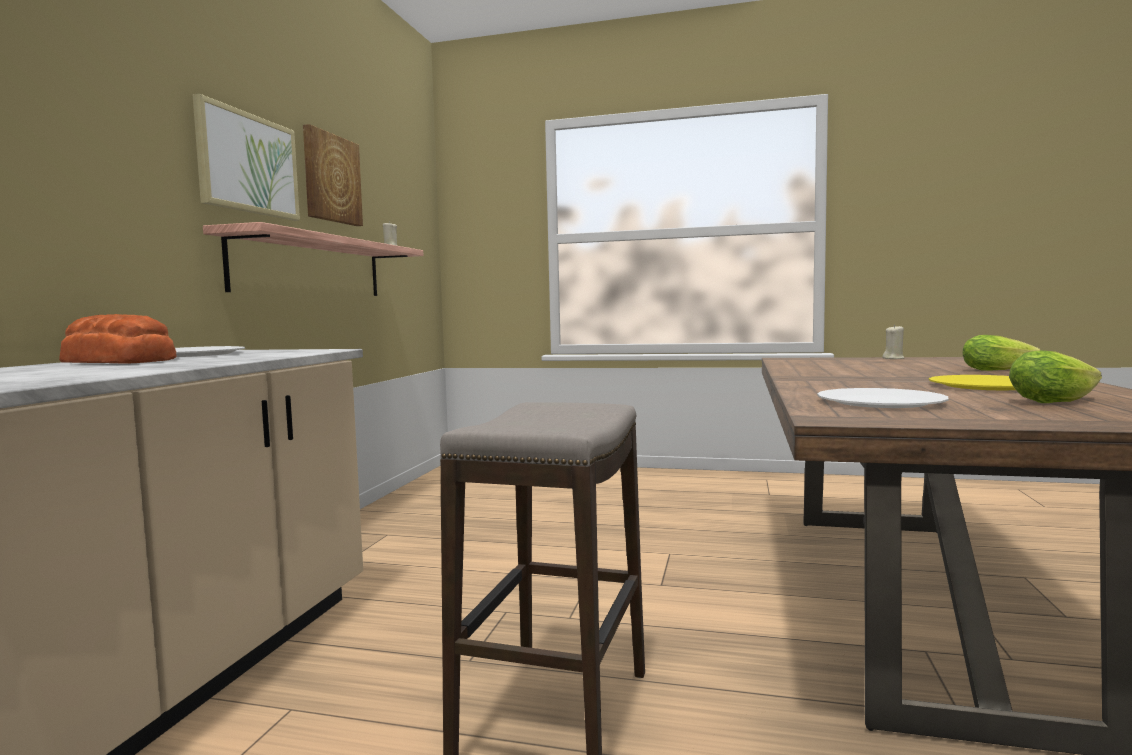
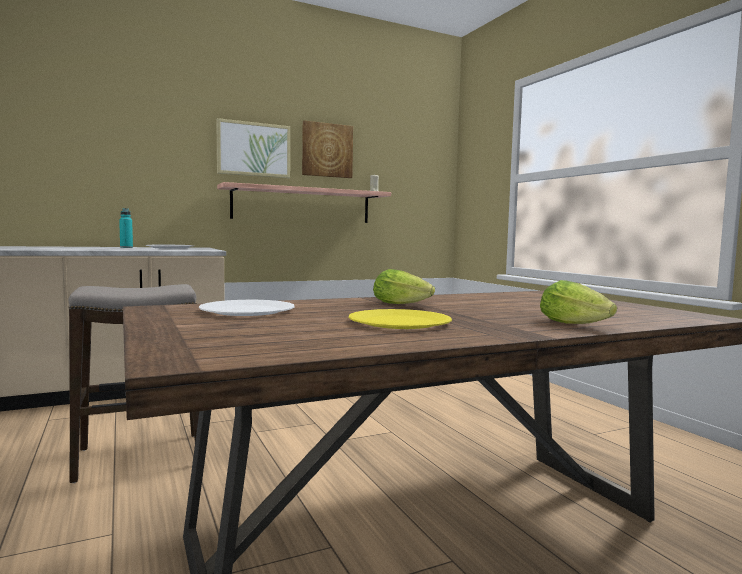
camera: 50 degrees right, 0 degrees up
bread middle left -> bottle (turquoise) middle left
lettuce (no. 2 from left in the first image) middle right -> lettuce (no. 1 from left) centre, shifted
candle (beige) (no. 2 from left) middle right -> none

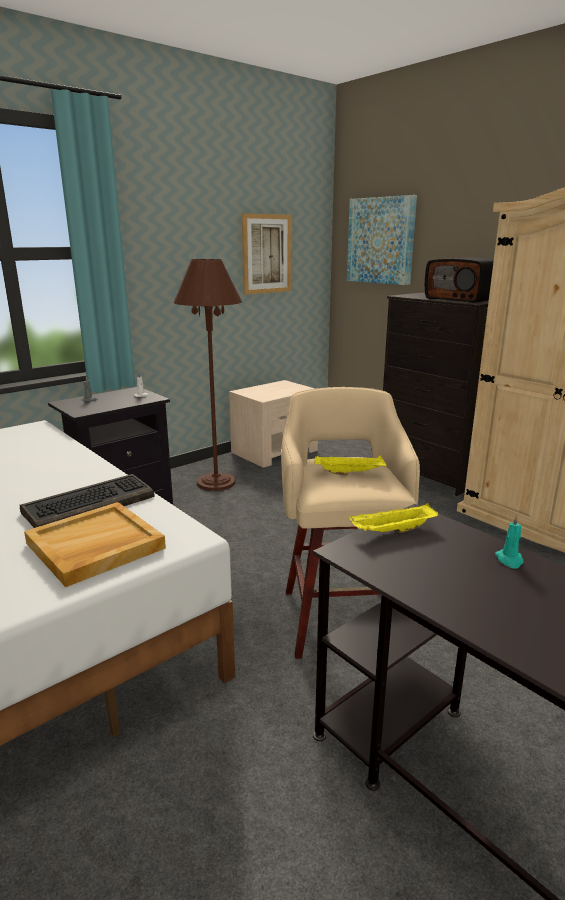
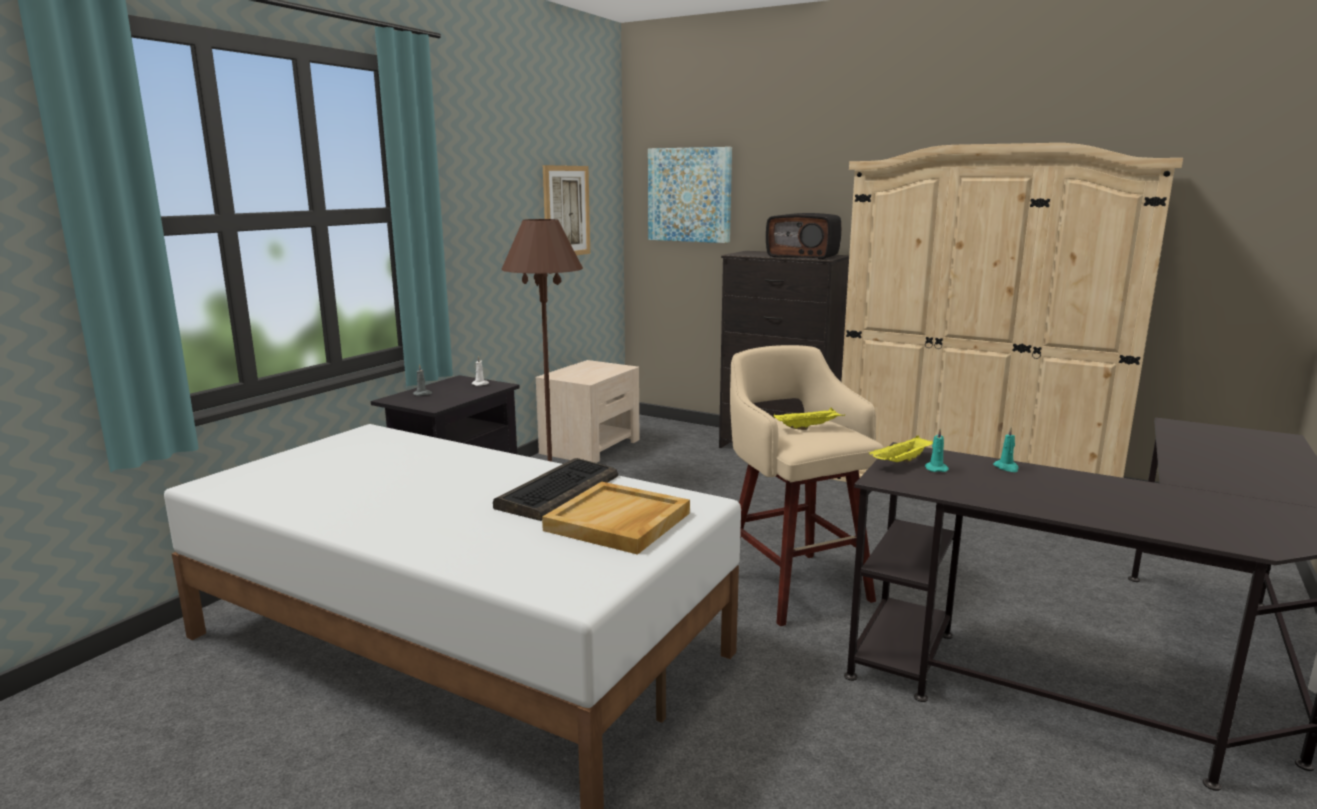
camera: 20 degrees left, 5 degrees down
none -> candle (turquoise) (no. 1 from left) middle right

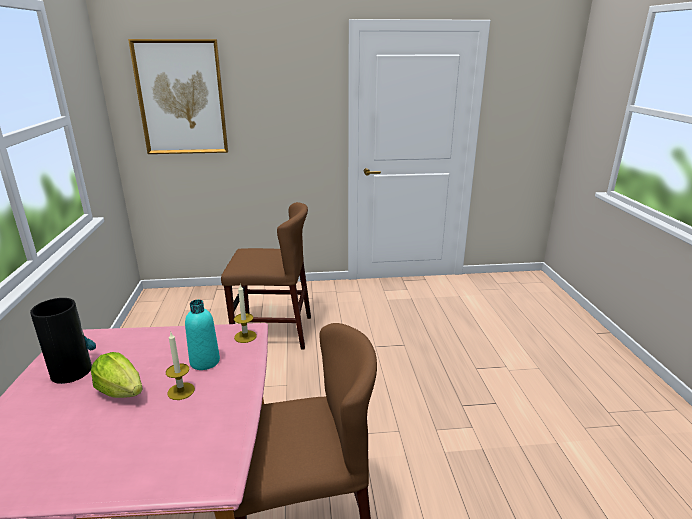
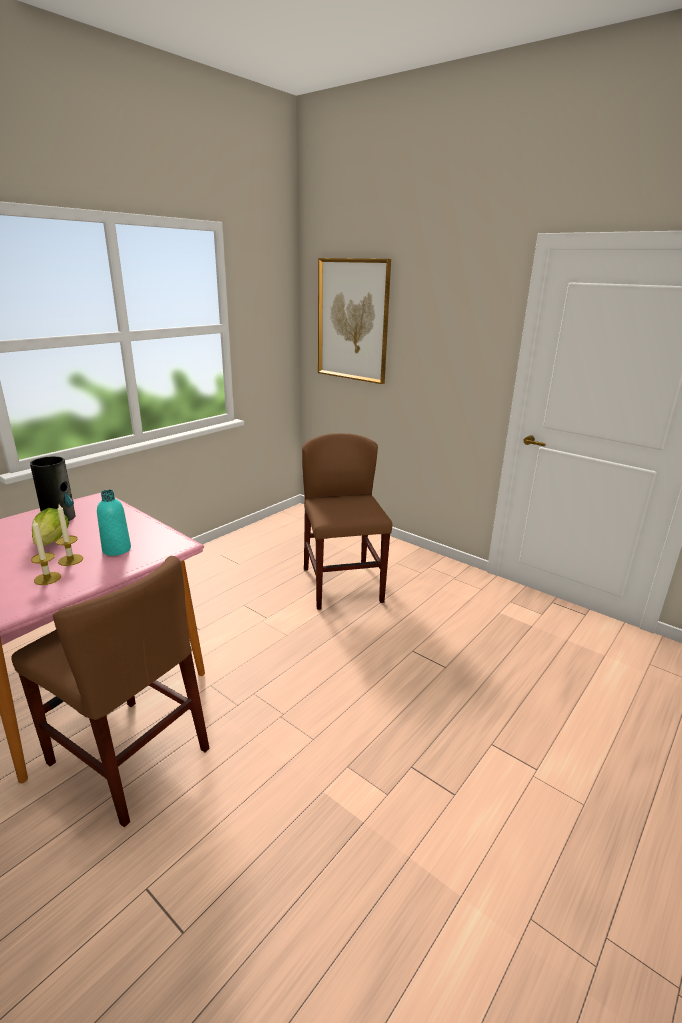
camera: 45 degrees right, 0 degrees up
candle (no. 2 from left in the first image) centre -> candle (no. 1 from left) middle left, shifted
chair (brown) (no. 1 from left in the first image) centre -> chair (brown) (no. 2 from left) centre, 150 degrees counterclockwise

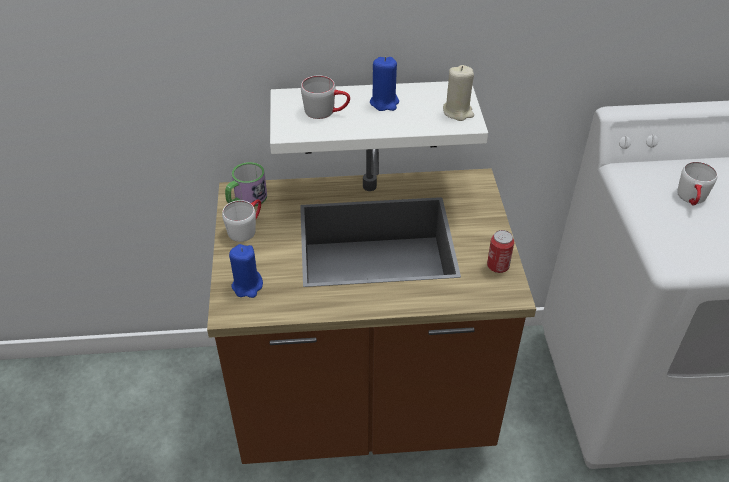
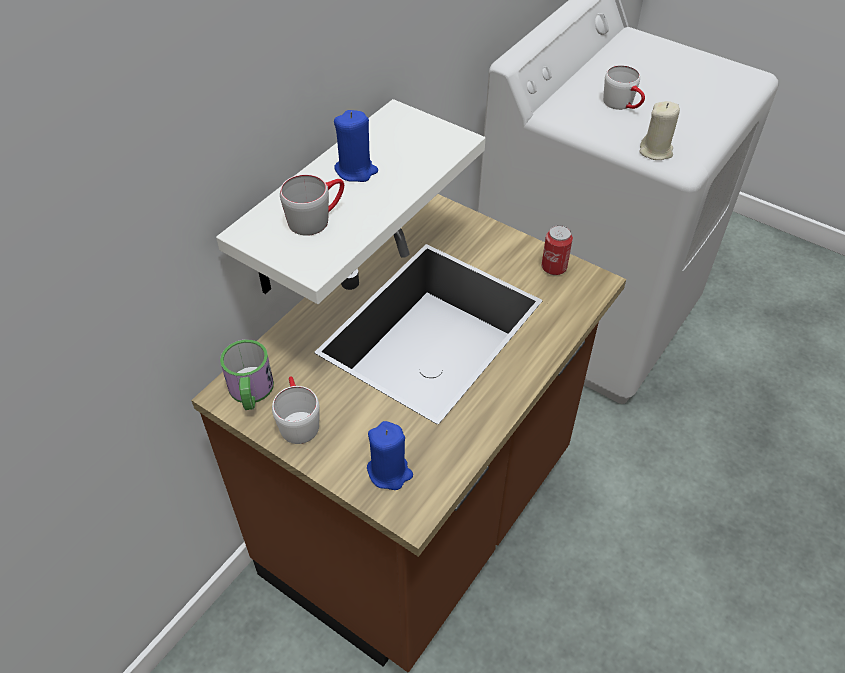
camera: 50 degrees left, 5 degrees up
candle (beige) top centre -> candle (beige) top right, shifted

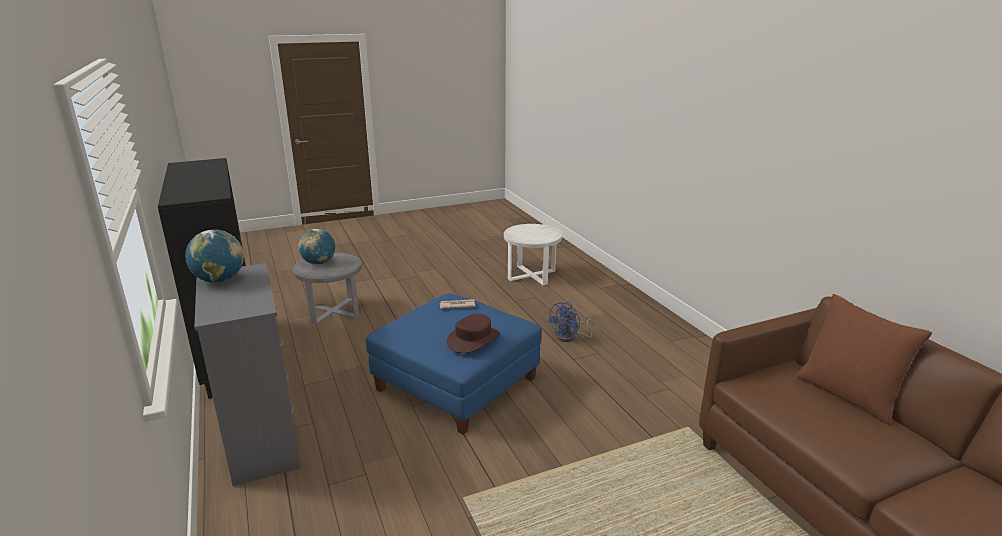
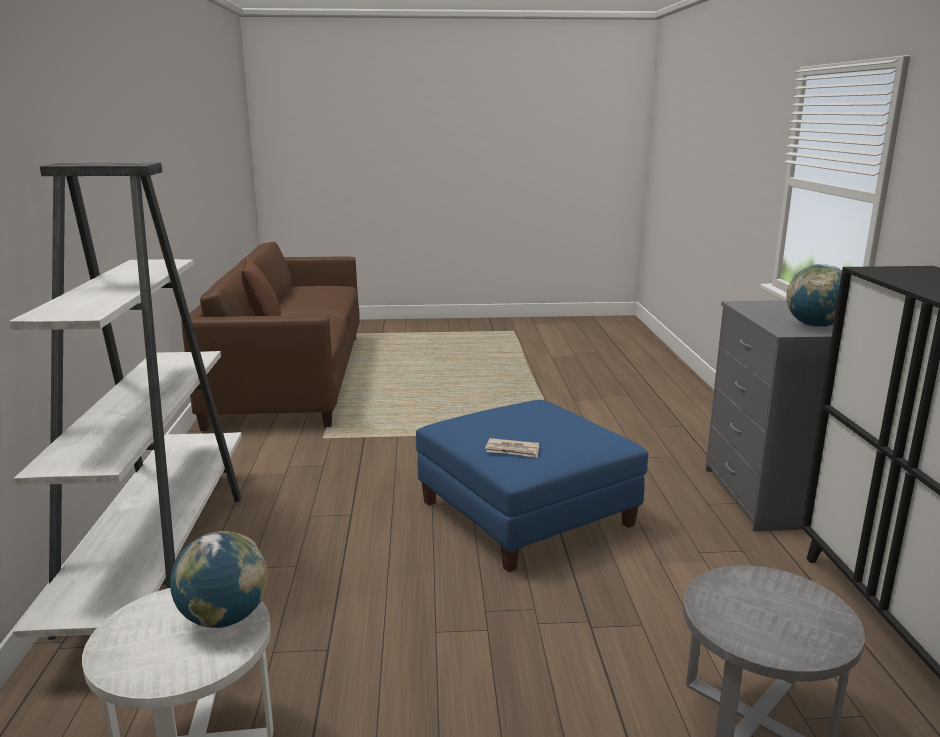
camera: 160 degrees left, 5 degrees down
none -> bookcase (white) middle left
globe (no. 2 from left in the first image) middle left -> globe (no. 1 from left) bottom left, shifted
hat (brown) centre -> none
fan (blue) centre -> none

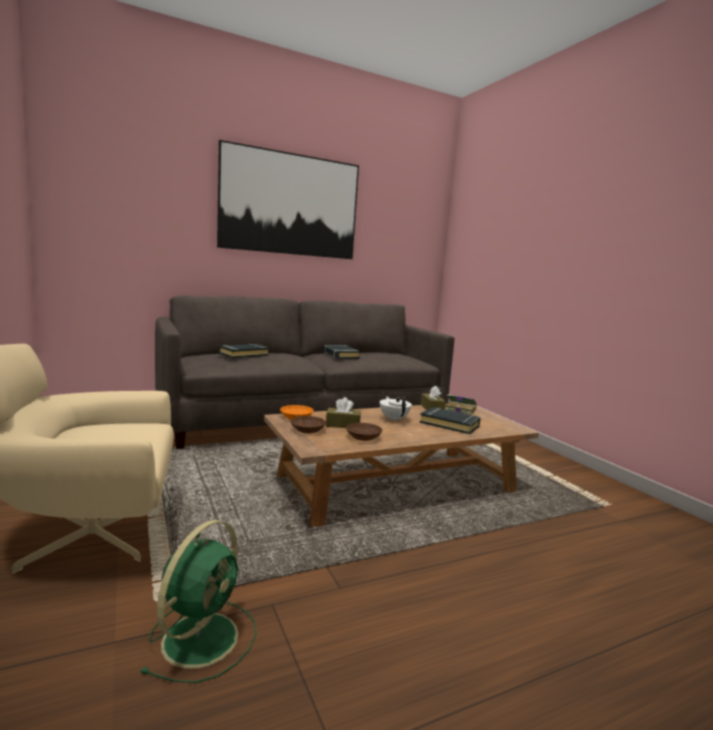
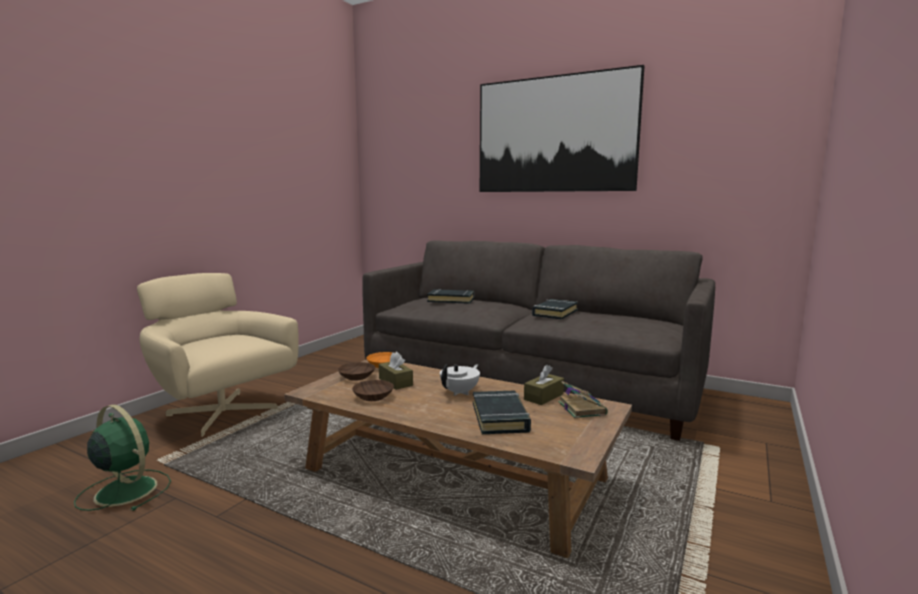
camera: 55 degrees right, 0 degrees up
fan (green) bottom left, 135 degrees counterclockwise

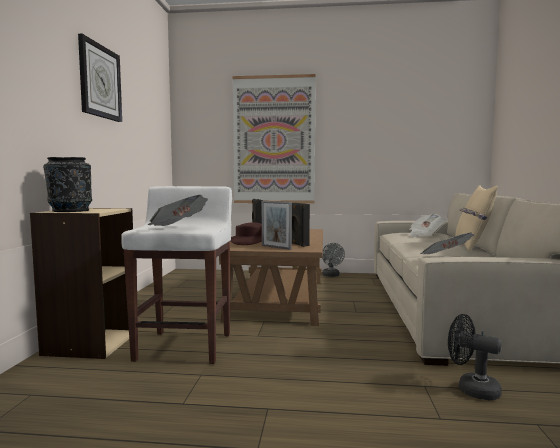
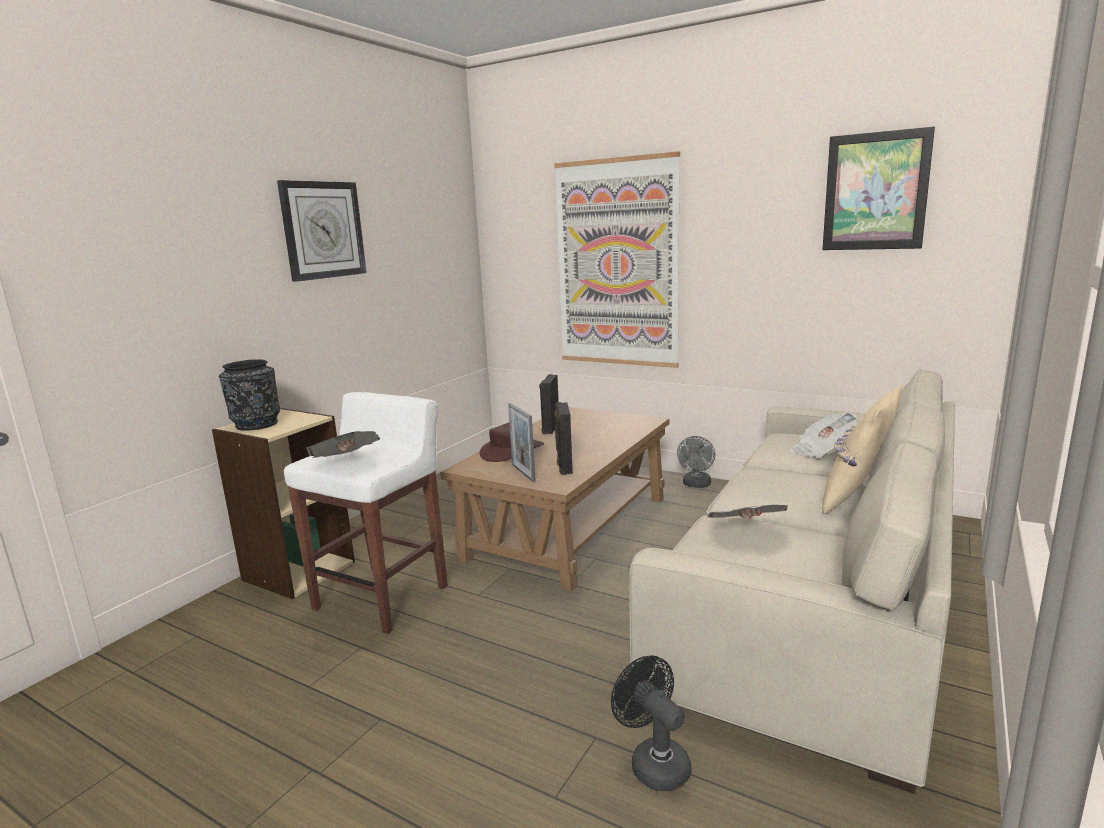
camera: 25 degrees right, 10 degrees up
none -> picture (no. 2 from left) top right

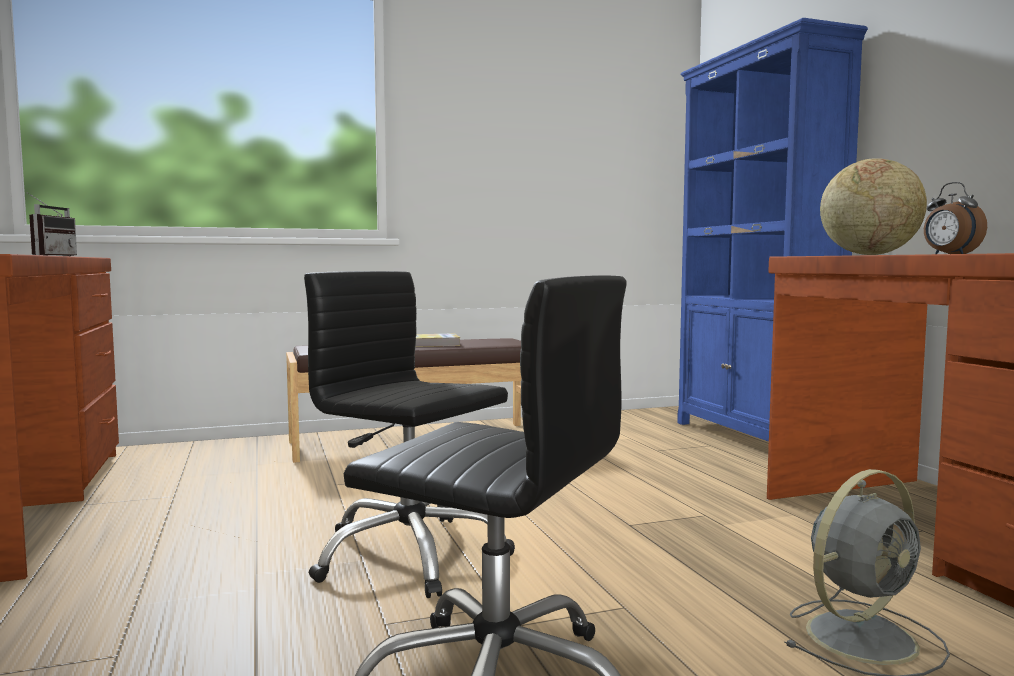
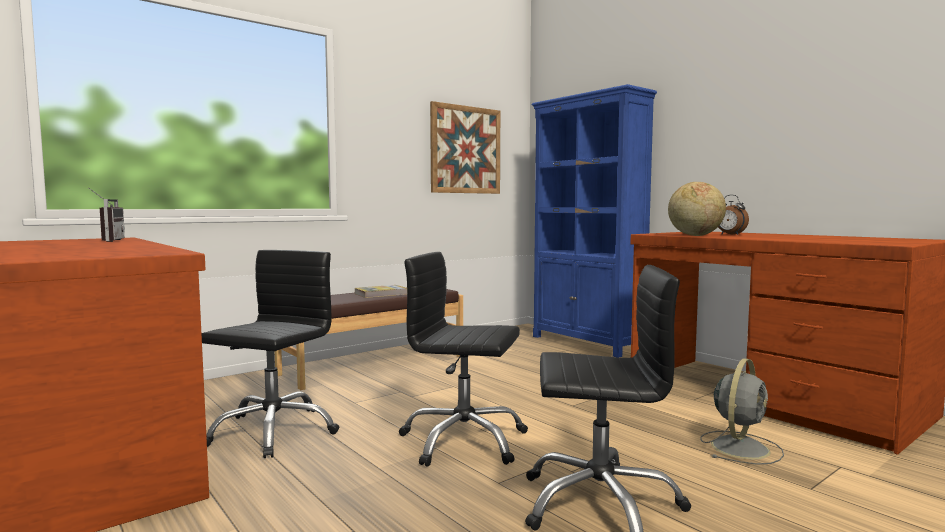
camera: 20 degrees left, 0 degrees up
none -> office chair (black) (no. 1 from left) middle left
none -> picture top centre

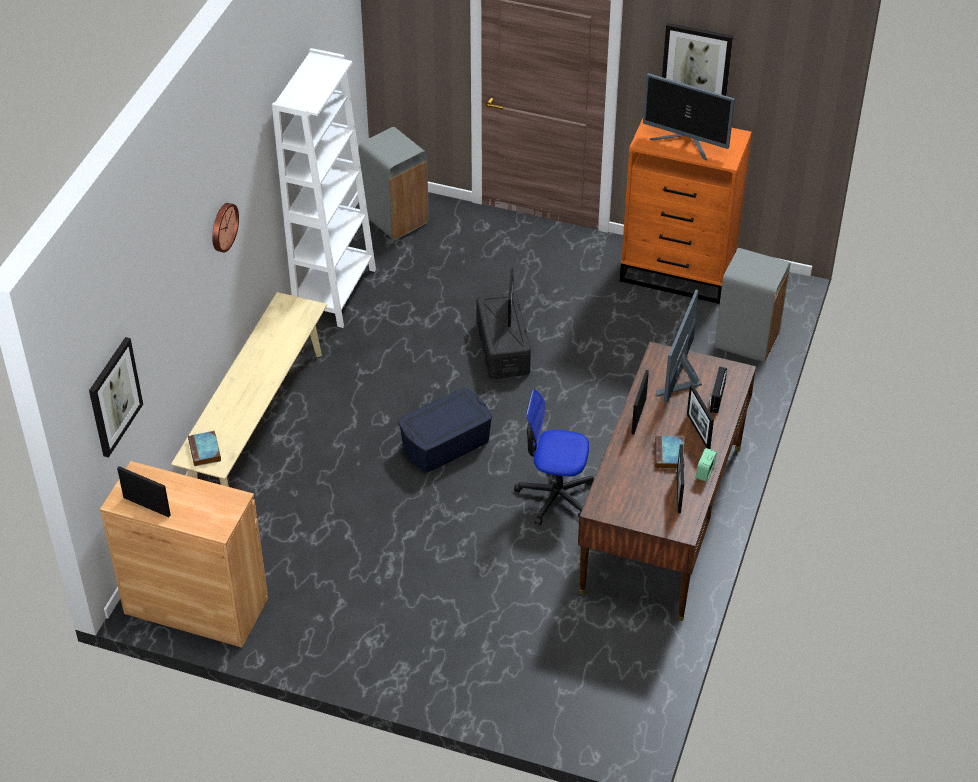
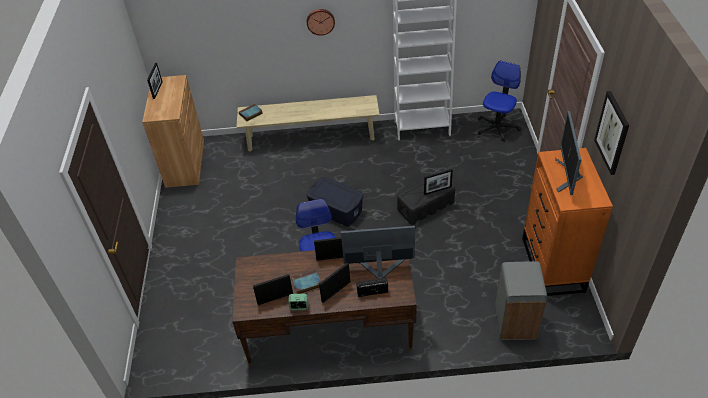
camera: 70 degrees right, 0 degrees up
trash can (grey) (no. 1 from left) top centre -> office chair (no. 2 from left) top right
picture (no. 1 from left) middle left -> none

